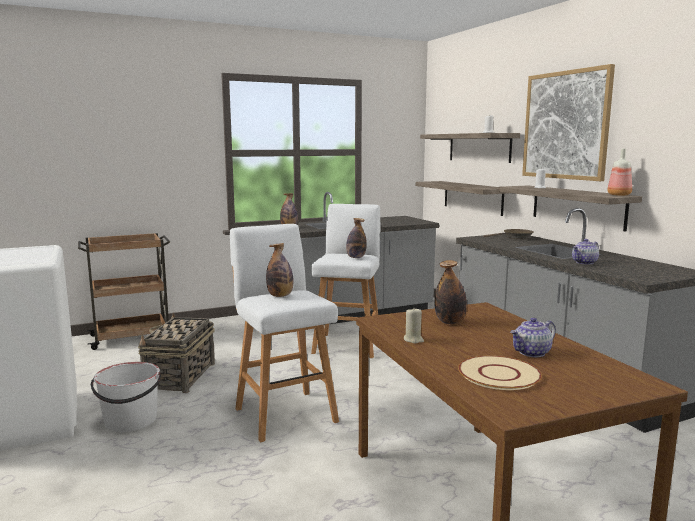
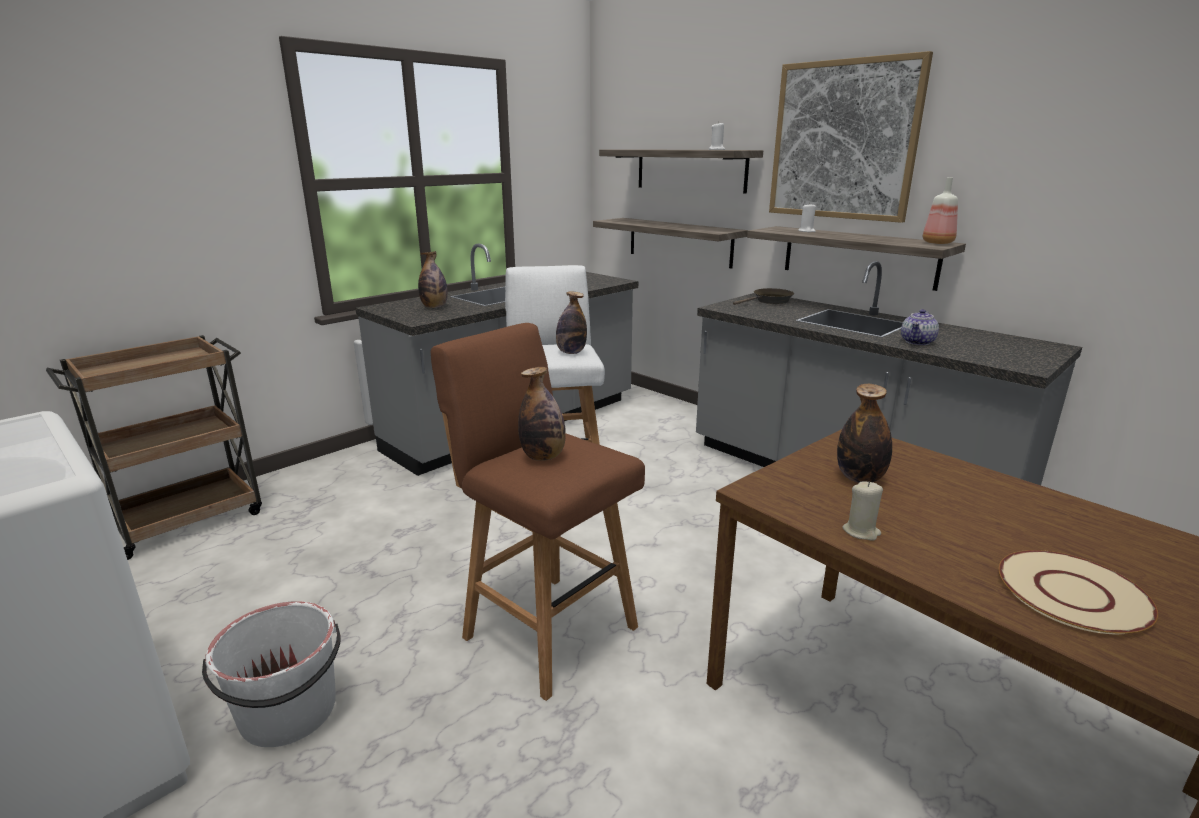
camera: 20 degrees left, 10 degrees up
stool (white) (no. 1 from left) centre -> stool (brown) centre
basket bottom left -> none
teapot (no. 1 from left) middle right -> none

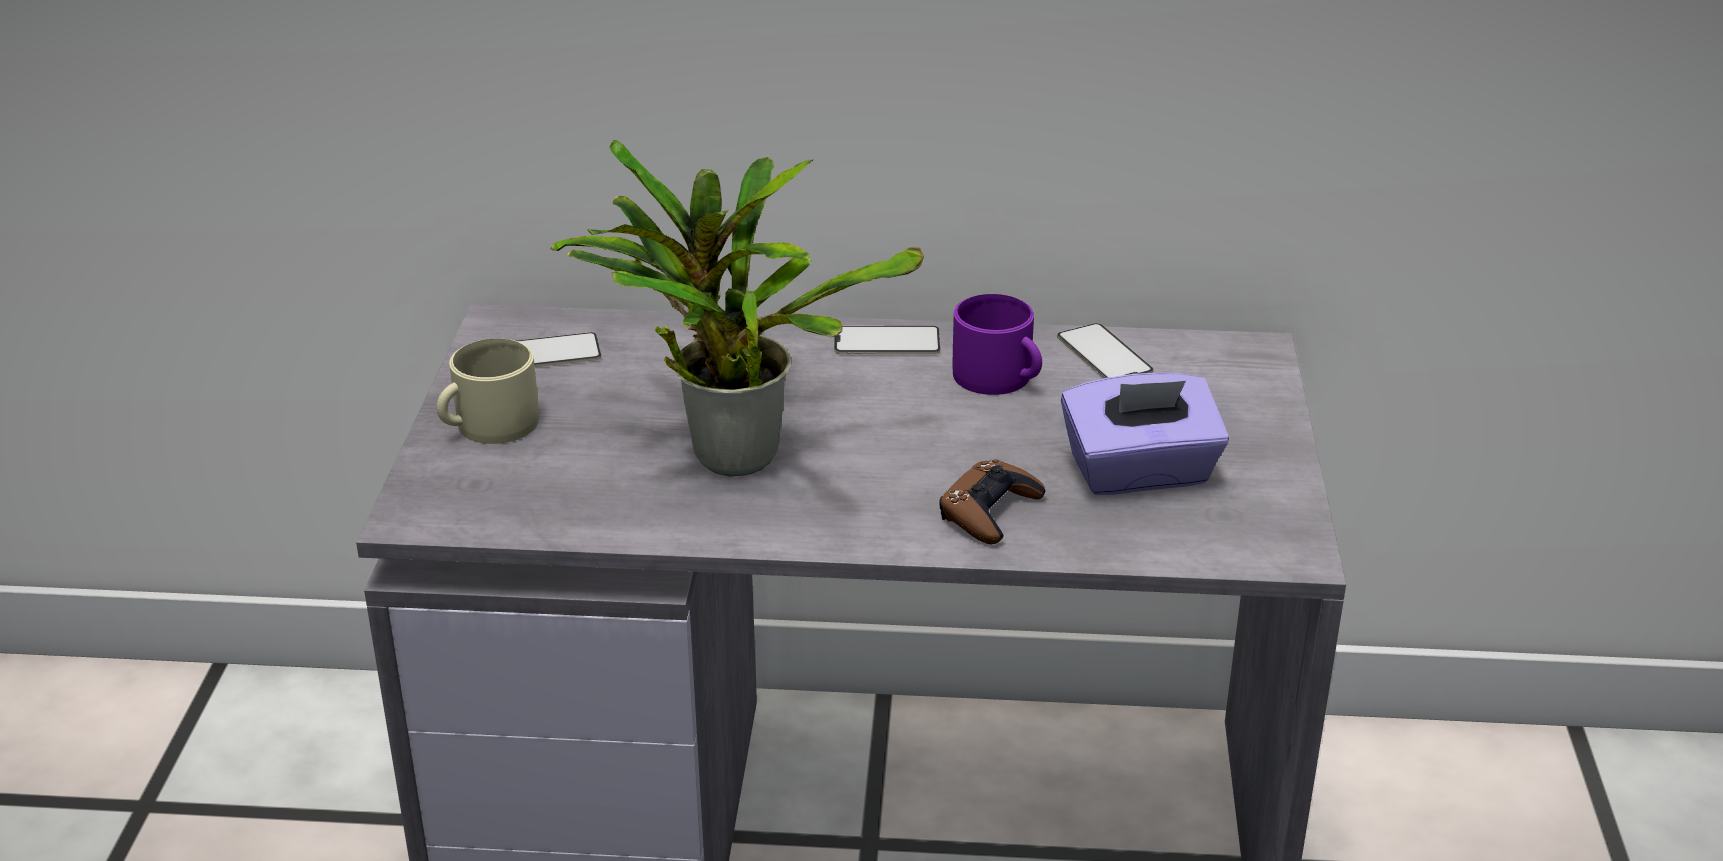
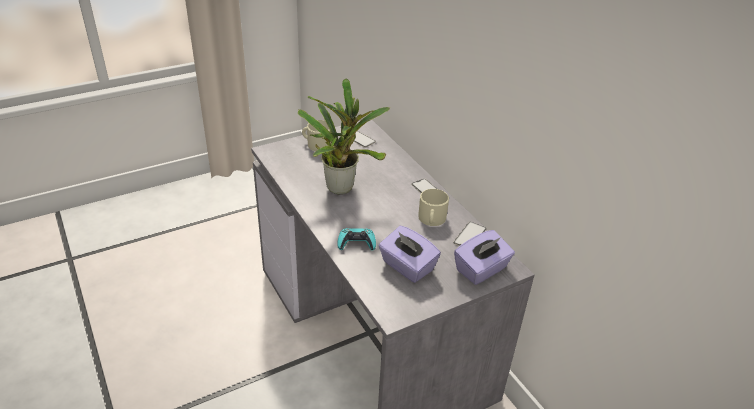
camera: 55 degrees right, 5 degrees up
game controller (brown) centre -> game controller (turquoise) centre
mug (purple) centre -> mug (beige) (no. 2 from left) centre
none -> tissue box (purple) (no. 2 from left) centre

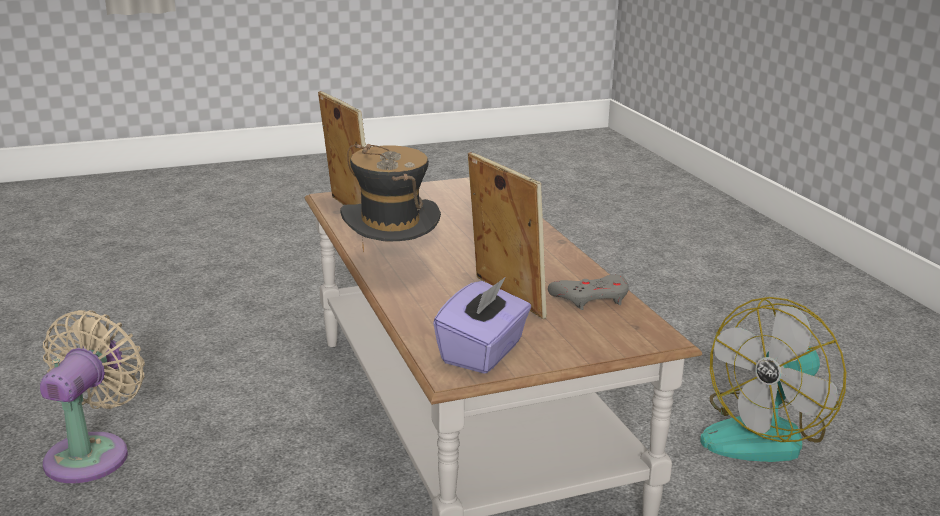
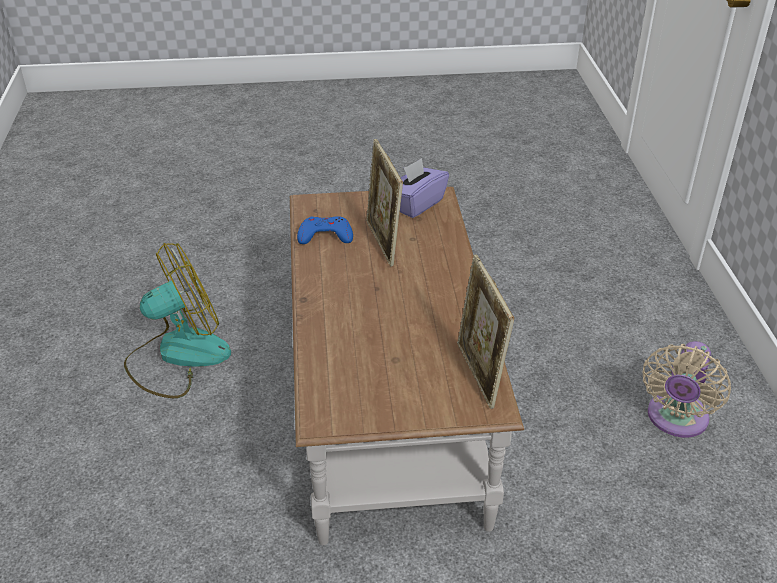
camera: 165 degrees left, 15 degrees up
game controller (grey) centre -> game controller (blue) centre
hat centre -> none

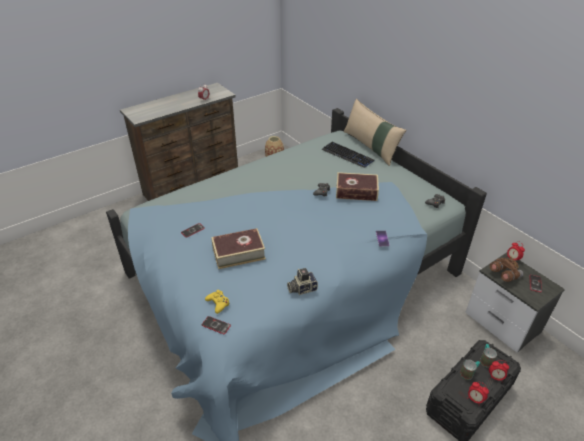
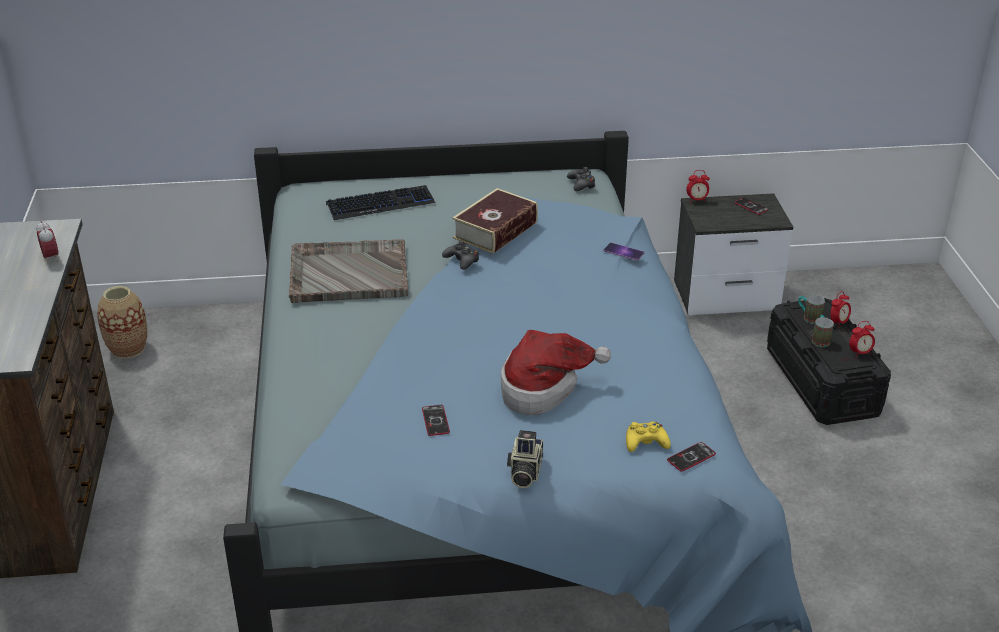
camera: 60 degrees left, 5 degrees down
none -> tray (grey) centre
book (no. 1 from left) centre -> hat centre
photo camera centre -> photo camera bottom centre, shifted
pillow (beige) top centre -> none
binoculars (brown) middle right -> none

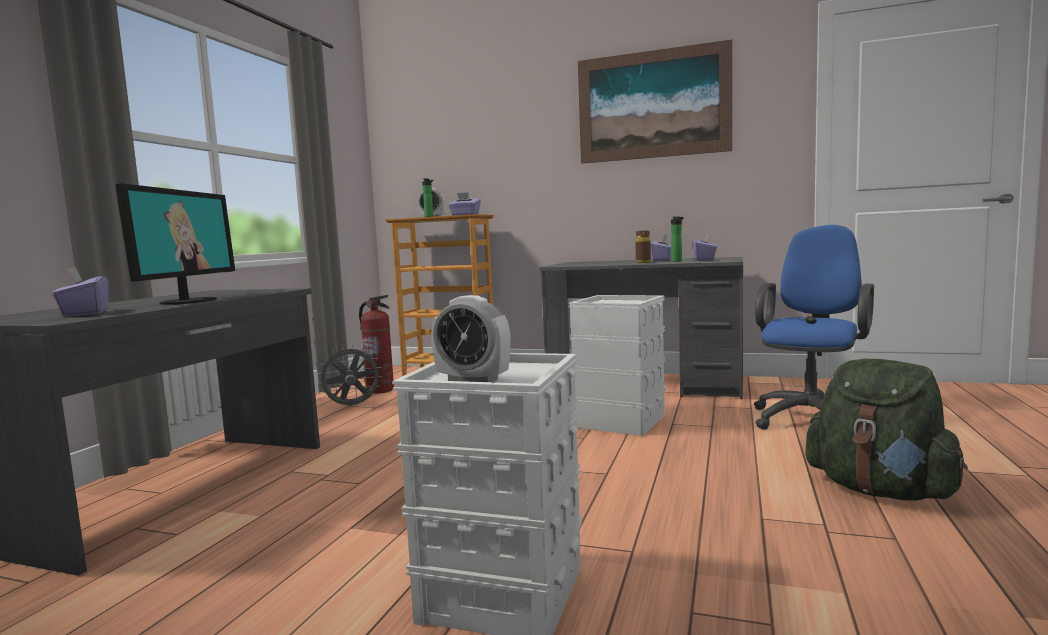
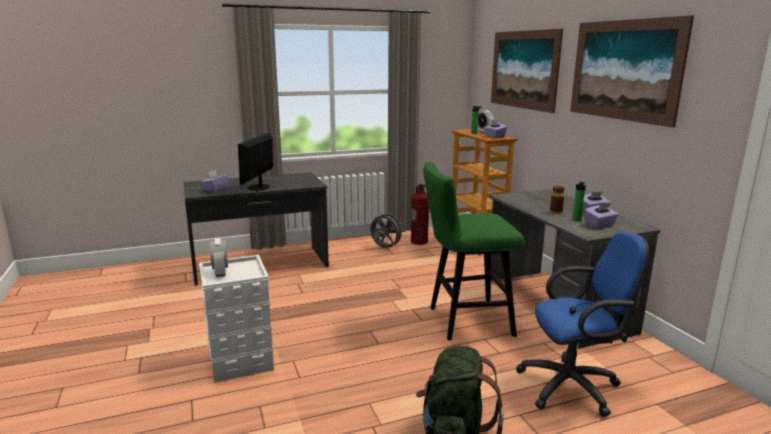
camera: 50 degrees right, 10 degrees up
monitor middle left, 135 degrees clockwise
storage box (white) (no. 2 from left) centre -> stool (green) centre
none -> picture (no. 1 from left) top right

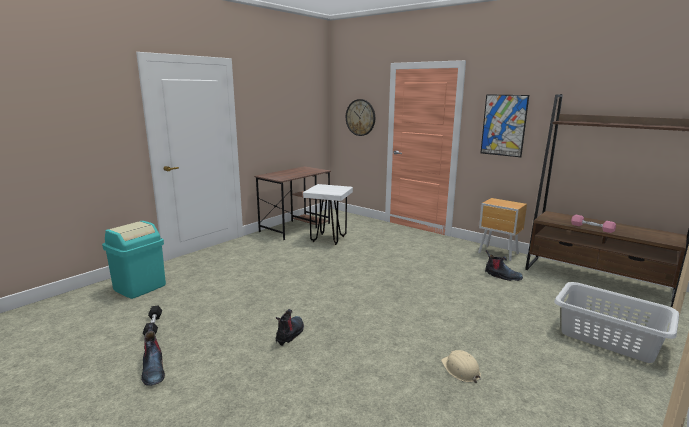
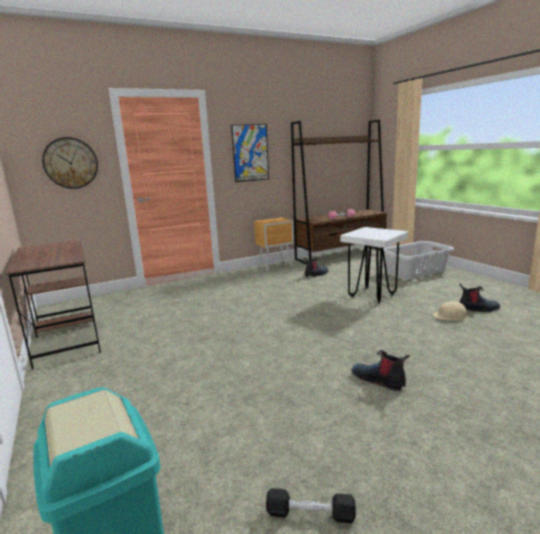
camera: 65 degrees left, 0 degrees up
stool (white) centre -> stool (white) middle right, shifted
boot (no. 1 from left in the first image) bottom left -> boot (no. 3 from left) middle right, shifted

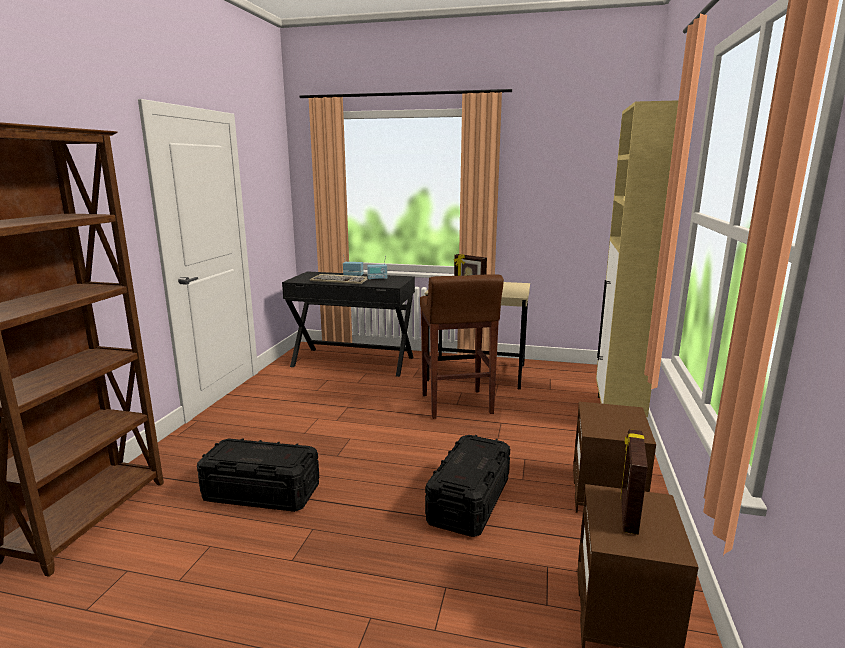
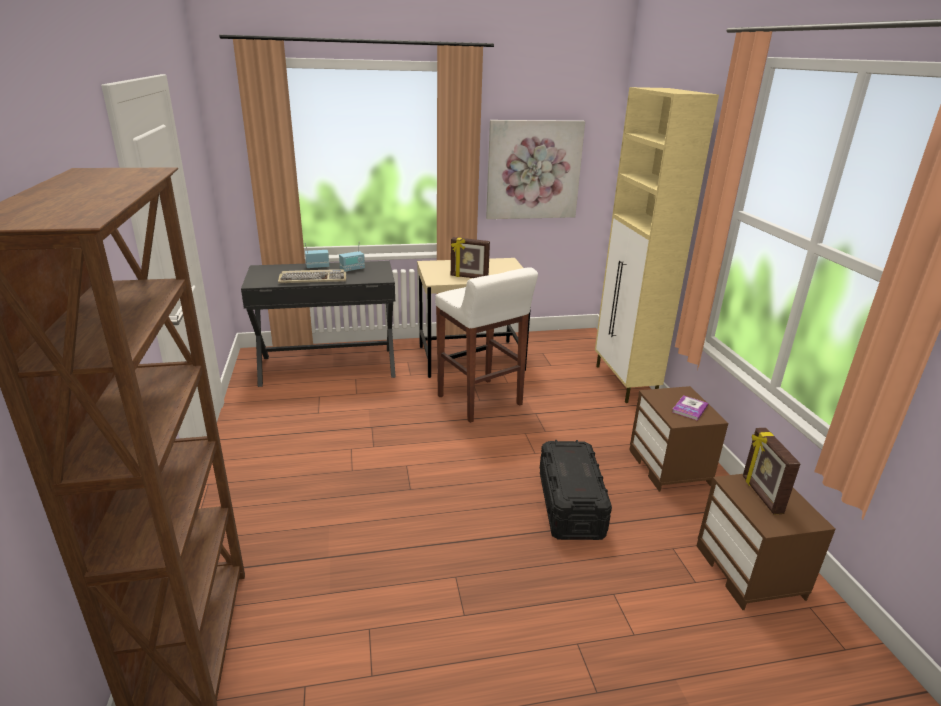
camera: 25 degrees left, 10 degrees up
stool (brown) centre -> stool (white) centre
none -> picture top centre
none -> book middle right
storage box (black) (no. 1 from left) bottom left -> none

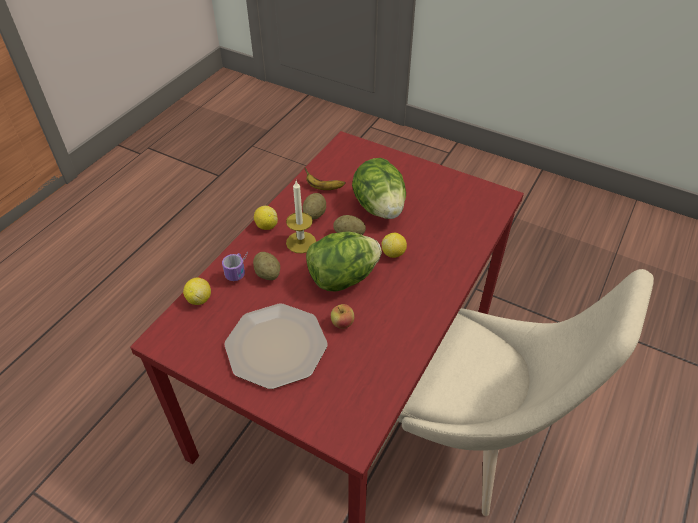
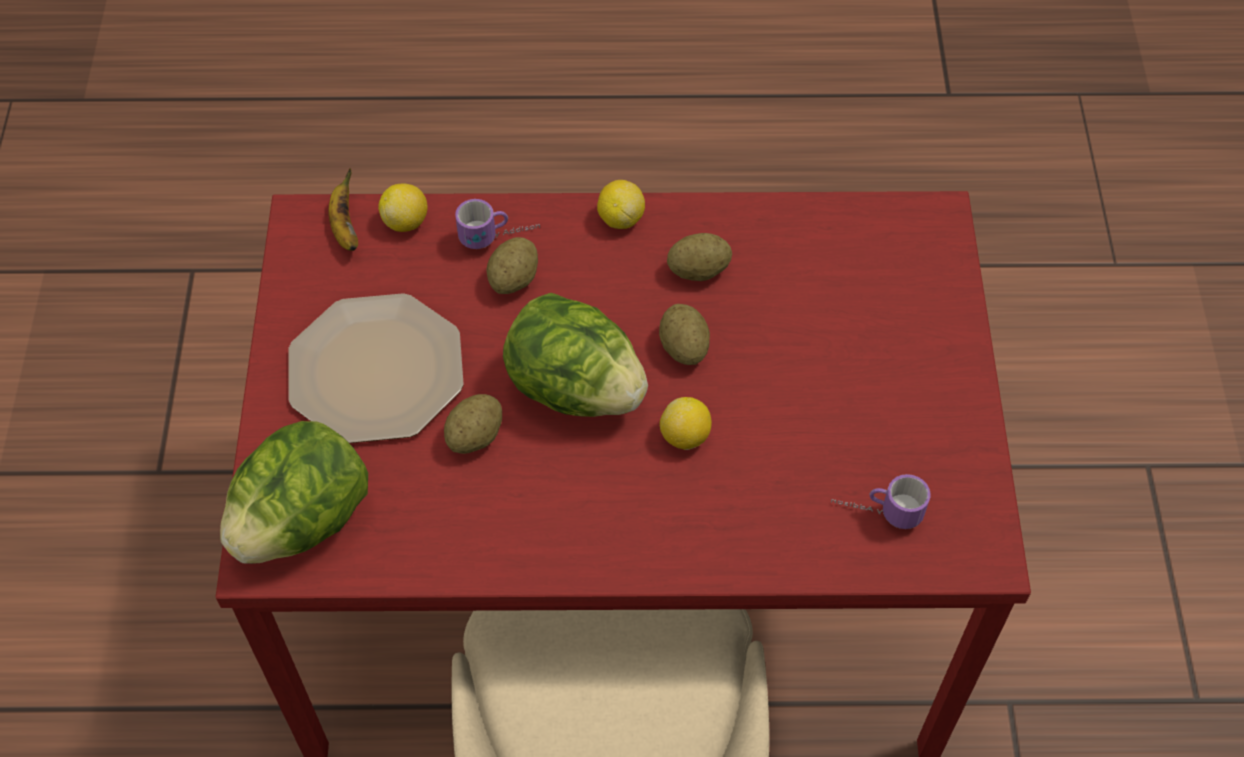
camera: 60 degrees right, 10 degrees up
lettuce (no. 2 from left in the first image) centre -> lettuce (no. 1 from left) middle left, shifted
banana centre -> banana top left, shifted
apple centre -> potato (no. 1 from left) centre
none -> mug (no. 2 from left) middle right
candle centre -> none

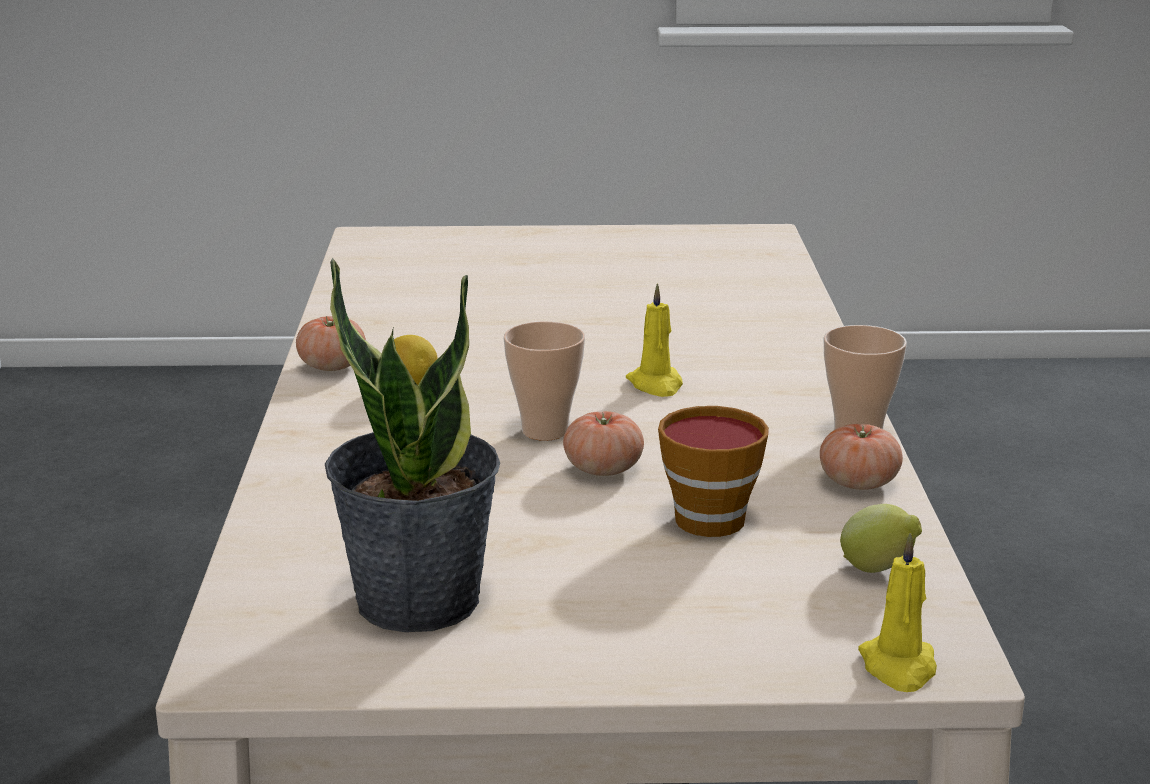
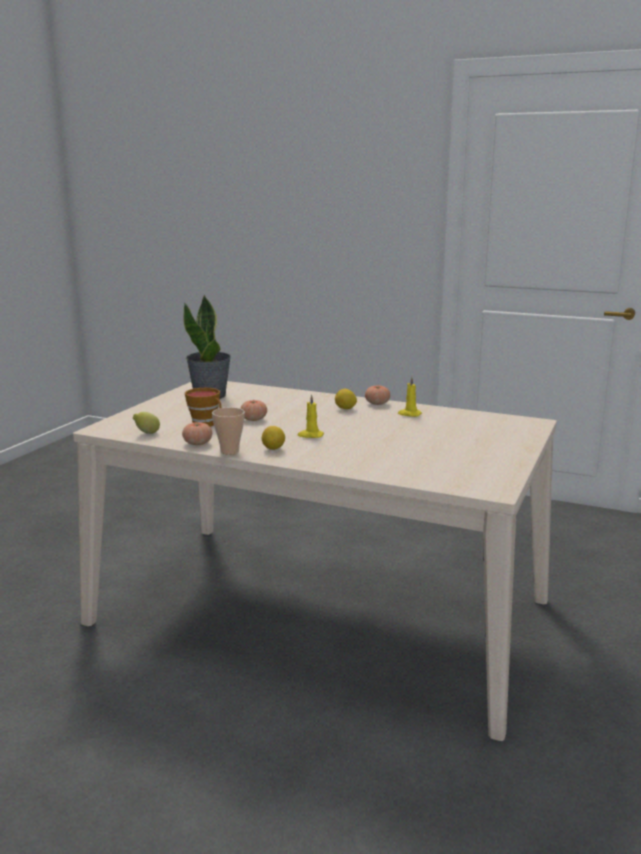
camera: 115 degrees right, 5 degrees down
none -> lemon (no. 2 from left) centre
candle (yellow) (no. 2 from left) bottom right -> candle (yellow) (no. 2 from left) centre, shifted
cup (no. 1 from left) centre -> none

